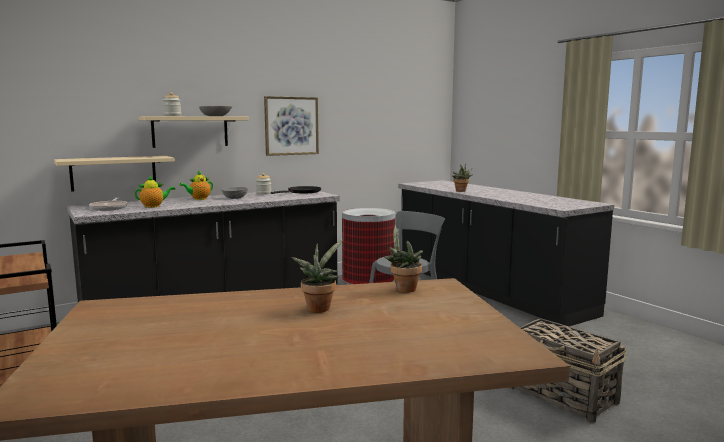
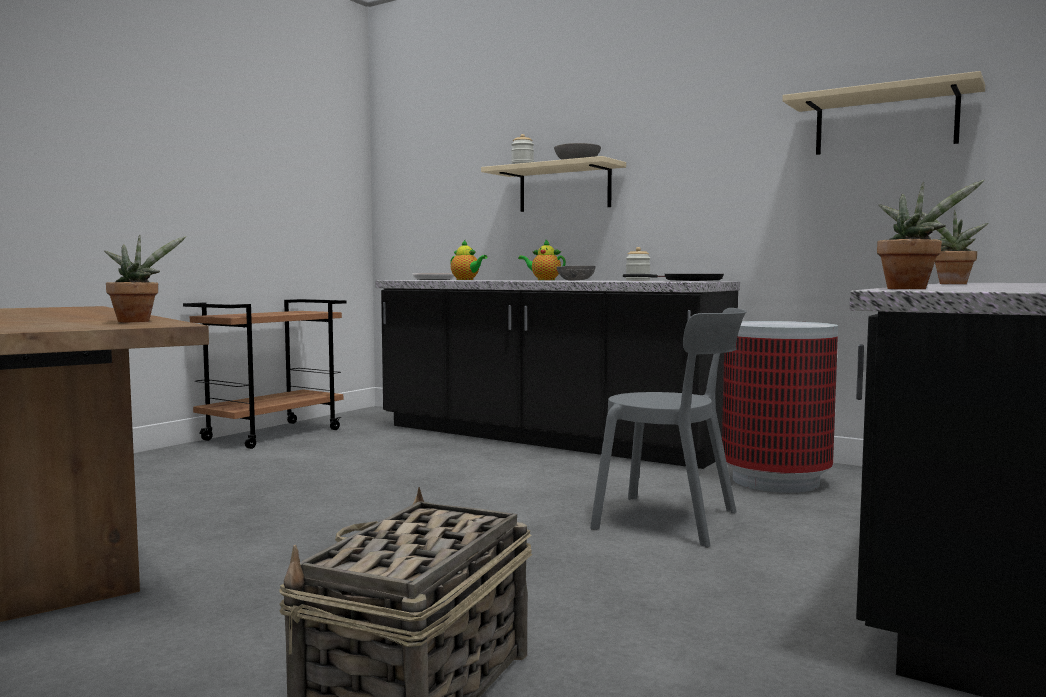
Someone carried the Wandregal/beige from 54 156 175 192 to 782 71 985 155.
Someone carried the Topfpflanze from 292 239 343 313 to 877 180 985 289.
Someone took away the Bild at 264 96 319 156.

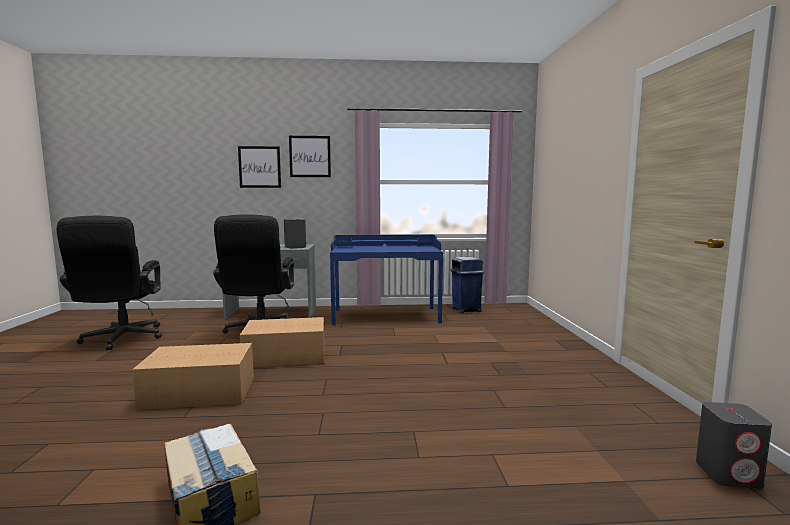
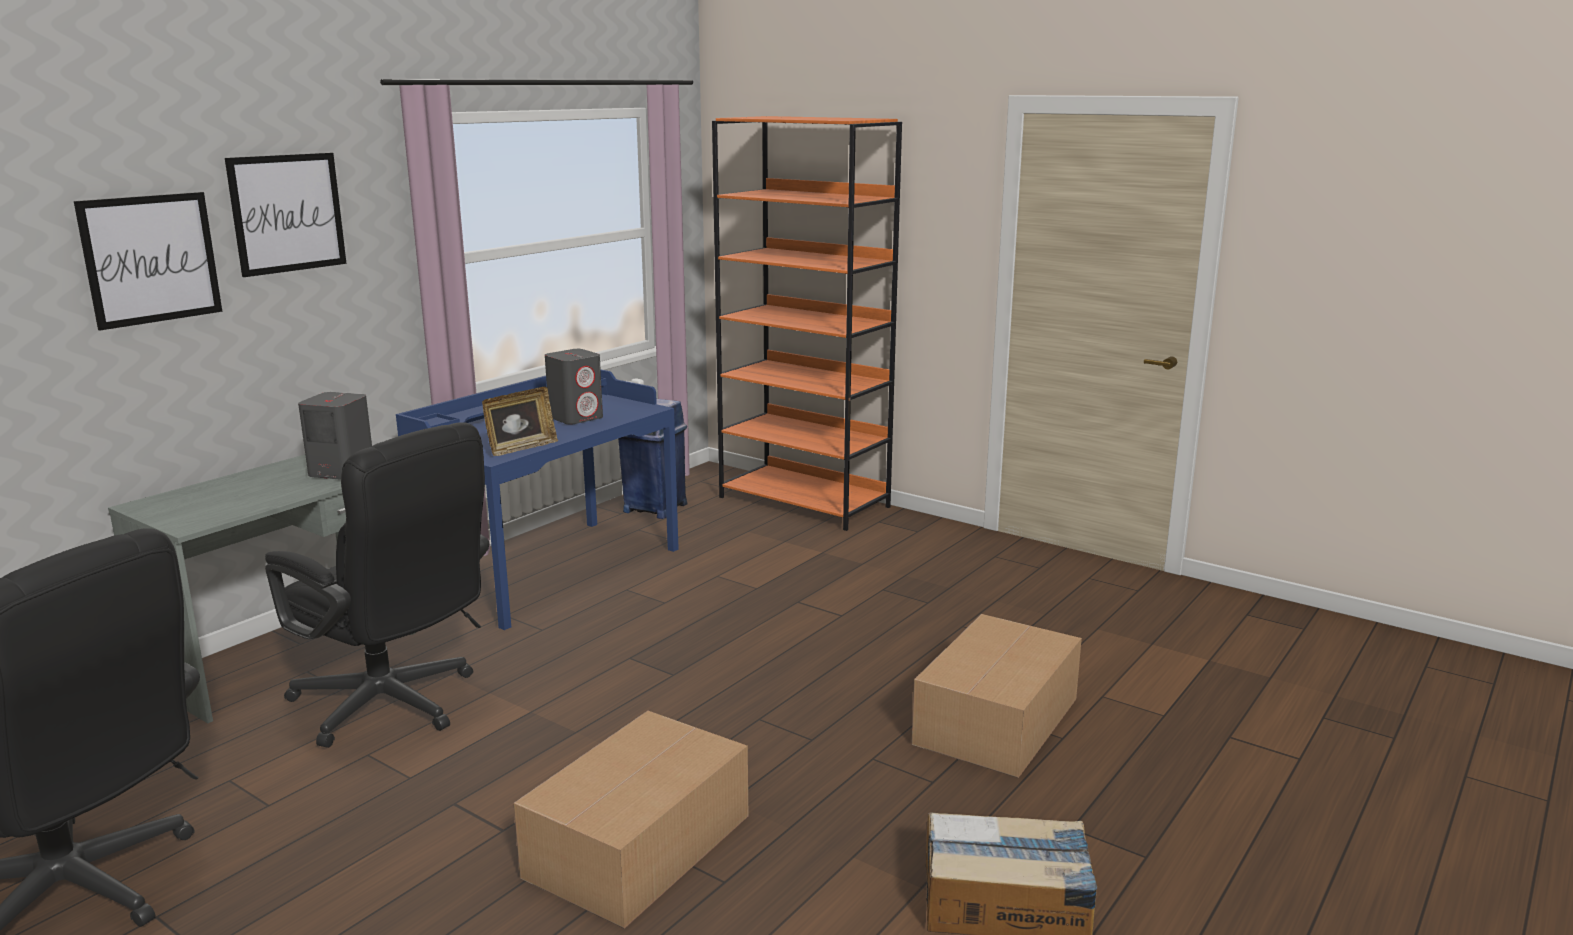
Someone put down the Bilderrahmen at 482 387 558 456.
Someone carried the Lautsprecher/grau from 696 402 772 489 to 545 349 603 425.
Someone put down the Bücherregal/orange at 712 116 902 531.
Someone carried the Karton from 240 317 325 367 to 912 614 1082 778.

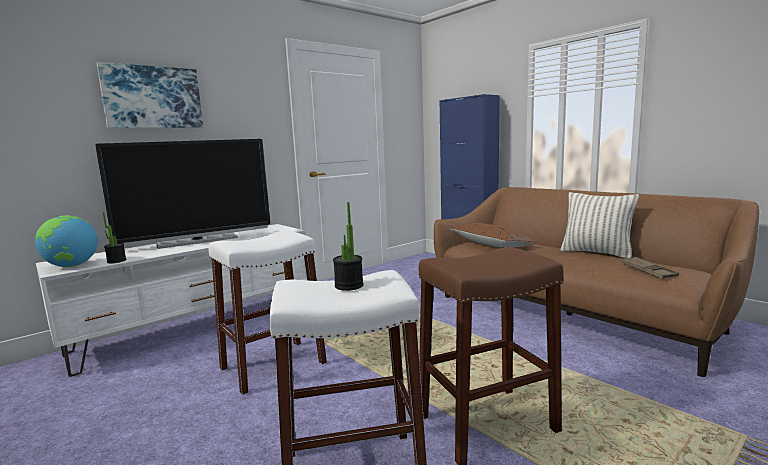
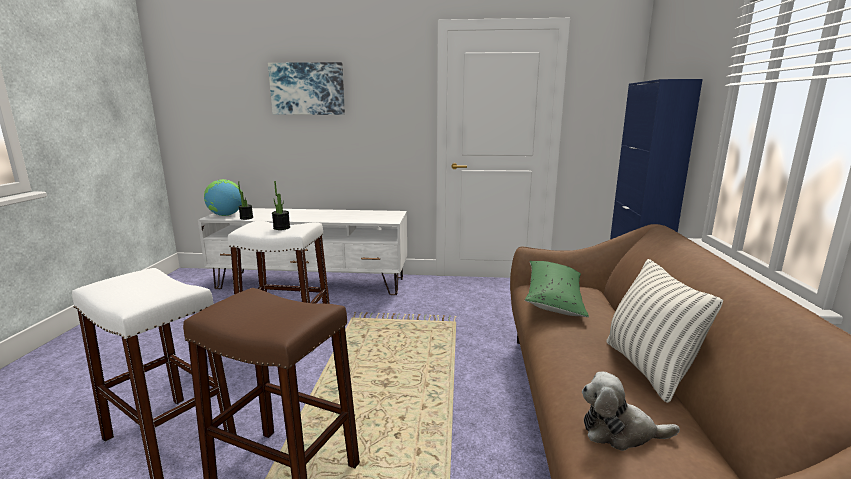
Someone carried the Topfpflanze from 333 202 363 291 to 272 181 290 230.
Someone repainted the Kissen/braun at 449 223 536 248, which became the Kissen/grün at 525 261 589 317.
Someone swapped the Tablett/braun at 620 257 679 279 for the Plüschtier at 582 372 680 451.
Someone took away the Fernseher at 95 139 270 249.

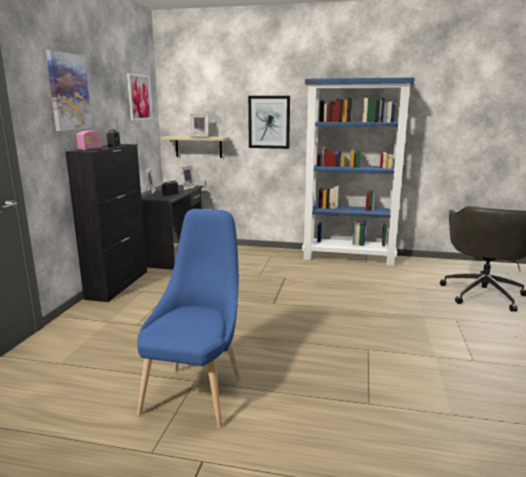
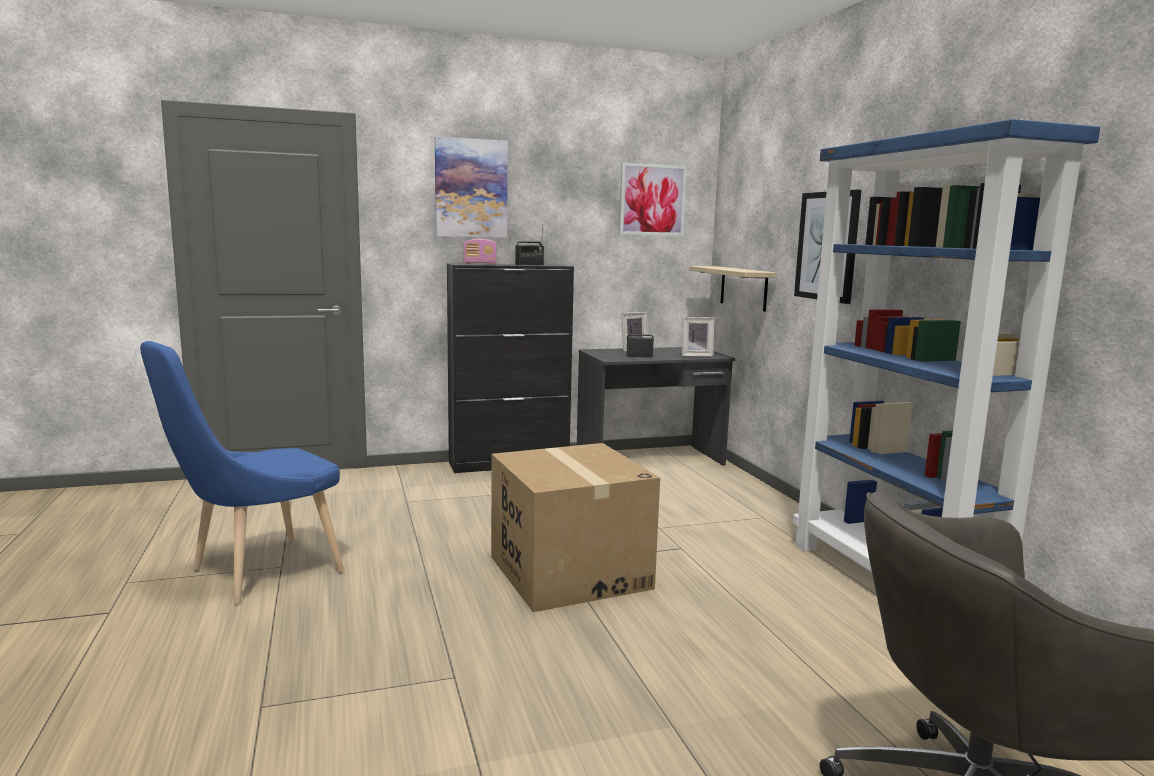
Someone rotated the Stuhl/blau at 137 209 240 428 by 150 degrees clockwise.
Someone put down the Karton at 491 443 660 612.
Someone took away the Bilderrahmen at 190 114 208 137.

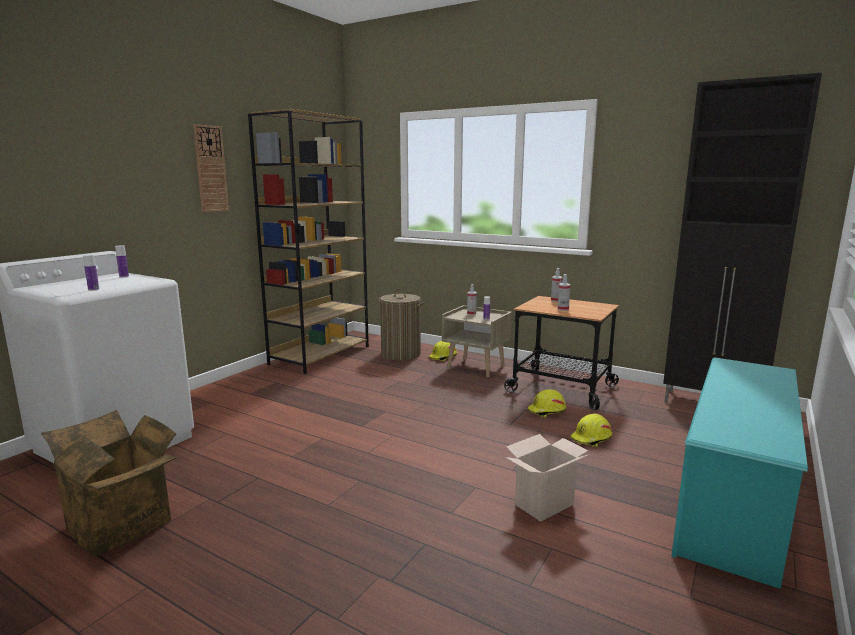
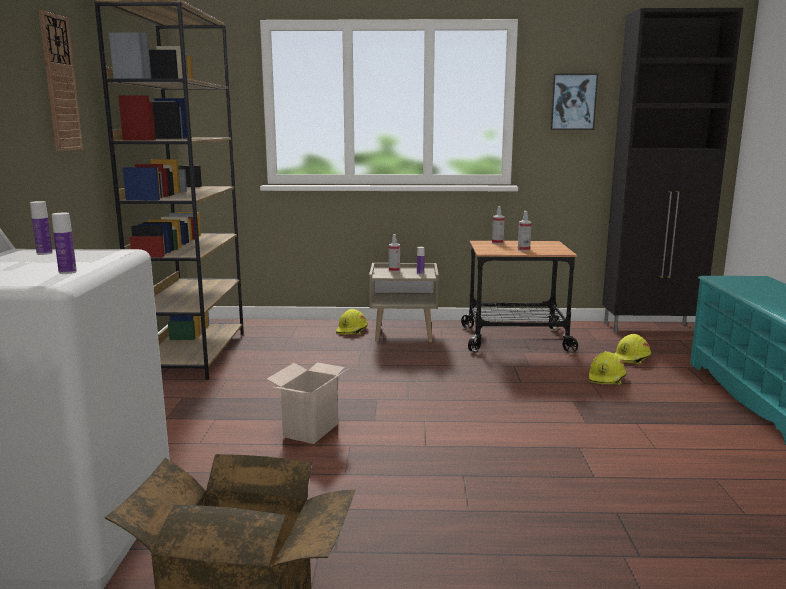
Someone carried the Karton from 505 434 588 522 to 267 363 349 444.
Someone put up the Bild at 550 73 598 130.
Someone carried the Schutzhelm/gelb from 528 389 566 418 to 614 334 651 364.
Someone took away the Wäschekorb at 378 288 424 361.

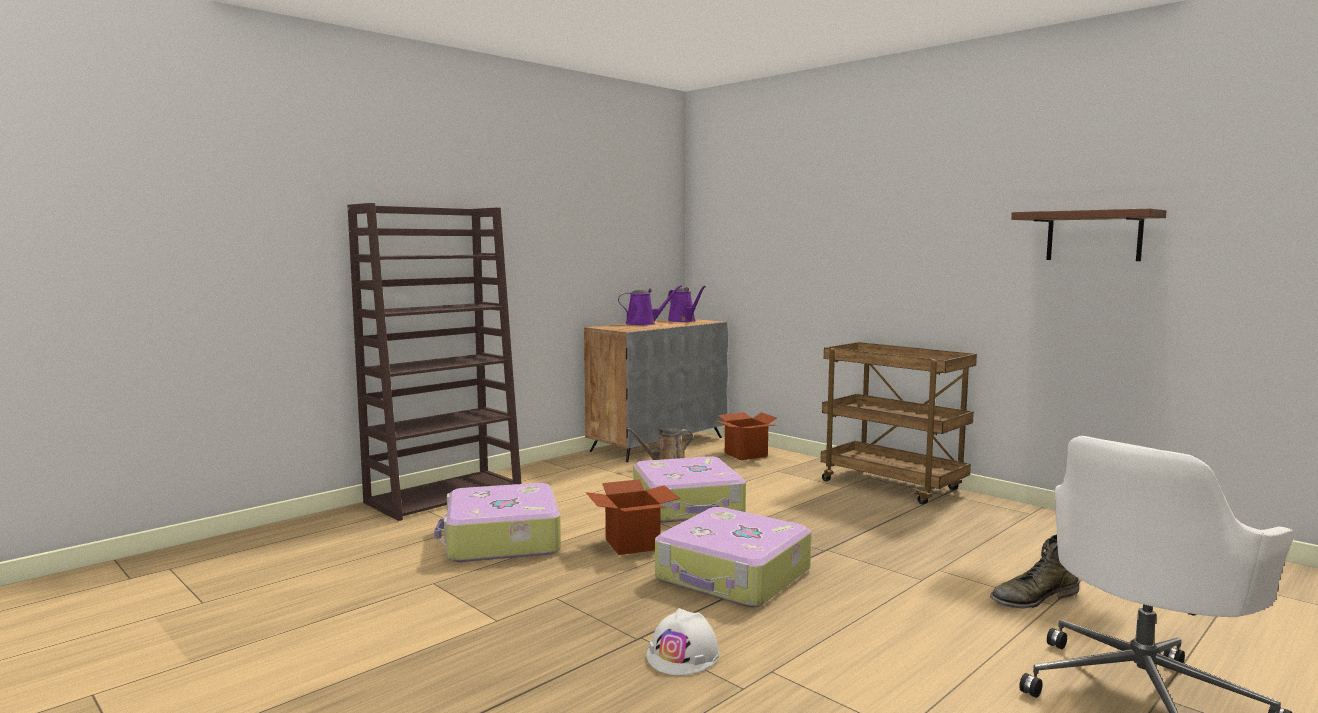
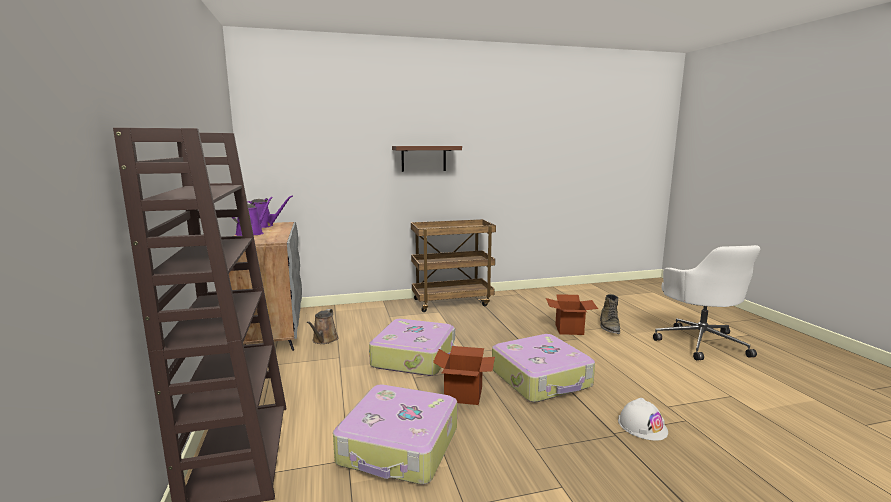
Someone carried the Wandregal/braun from 1011 208 1166 261 to 392 146 462 172.
Someone carried the Karton from 716 412 776 460 to 546 294 598 335.

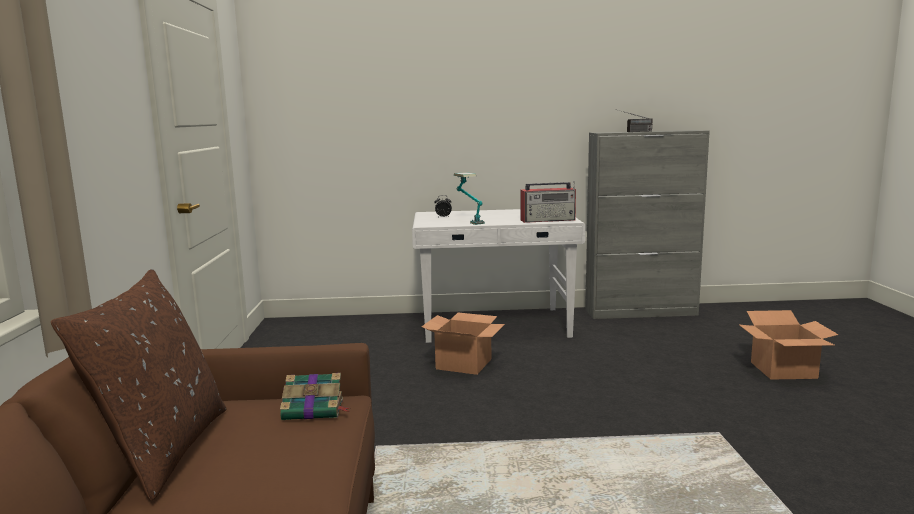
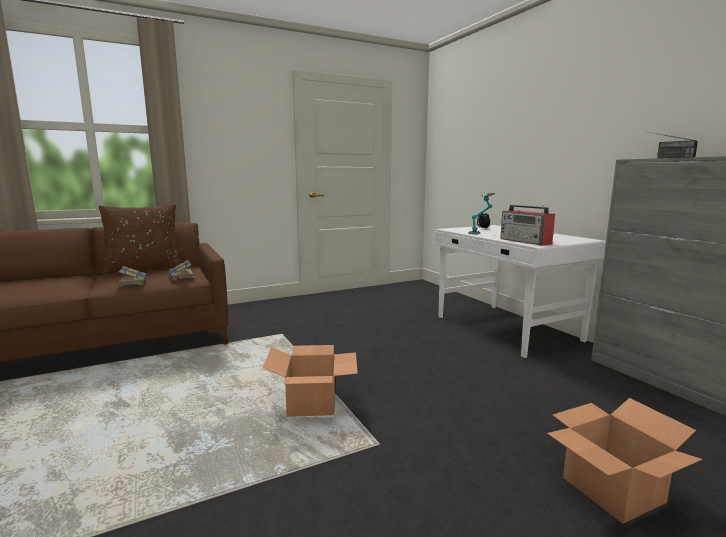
Someone put down the Buch at 118 266 147 287.
Someone carried the Karton from 422 313 505 375 to 263 345 358 417.

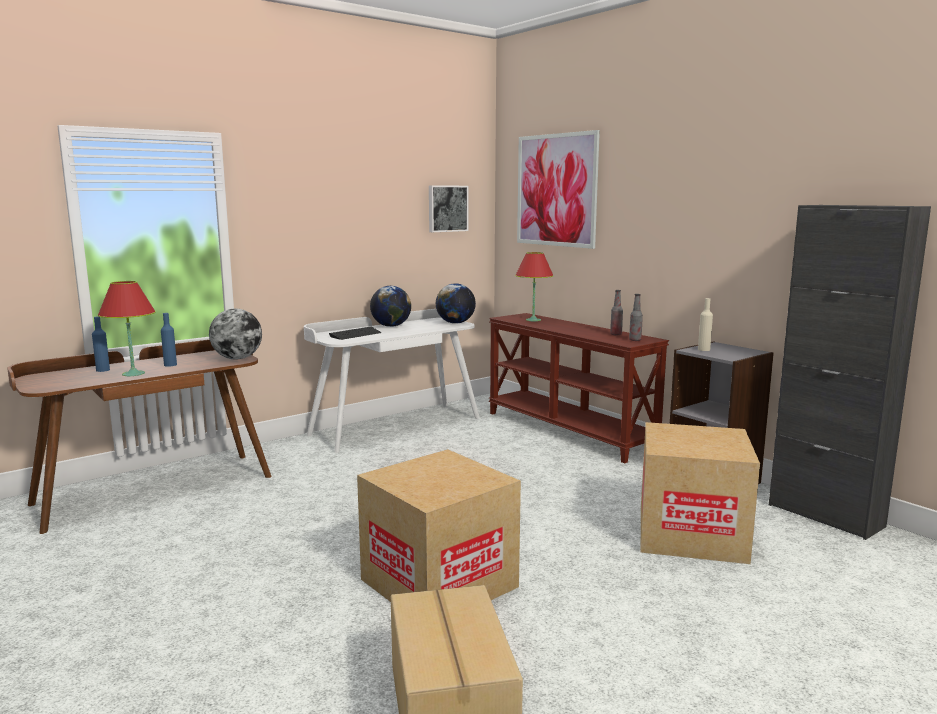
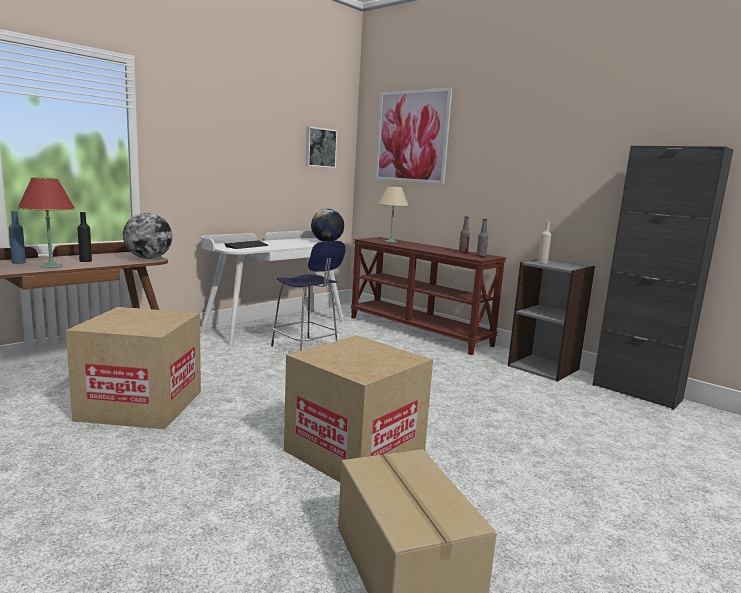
Someone carried the Karton from 641 422 760 564 to 66 307 201 429.
Someone repainted the Flasche/blau at 161 313 177 367, which became the Flasche/schwarz at 77 212 92 262.
Someone put down the Hocker/blau at 271 241 346 351.
Someone repainted the Tischlampe/rot at 515 252 554 321, which became the Tischlampe/beige at 378 186 409 242.
Someone took away the Globus at 370 286 411 327.

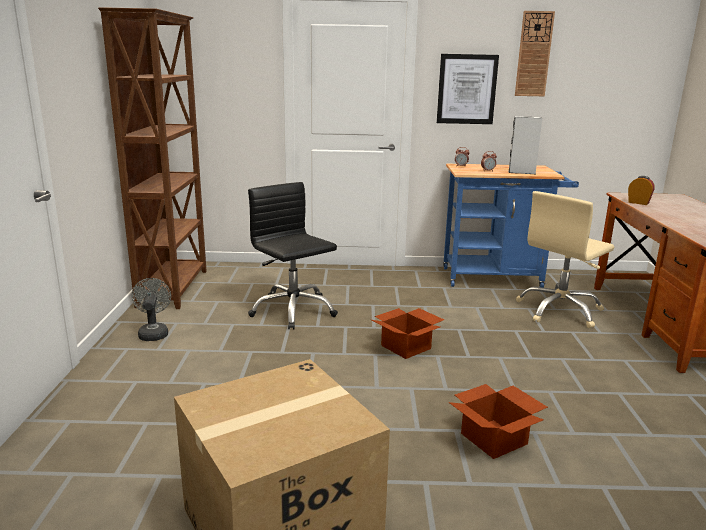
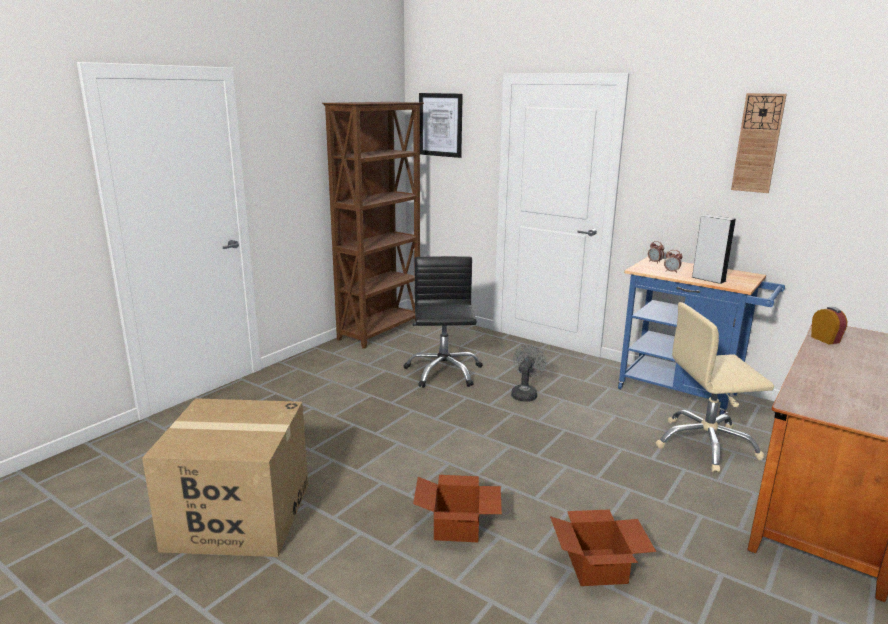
Someone carried the Bild from 437 54 499 124 to 419 93 463 158.
Someone carried the Ventilator/grau from 131 278 171 341 to 511 345 546 402.
Someone carried the Karton from 372 308 444 359 to 550 509 656 586.

